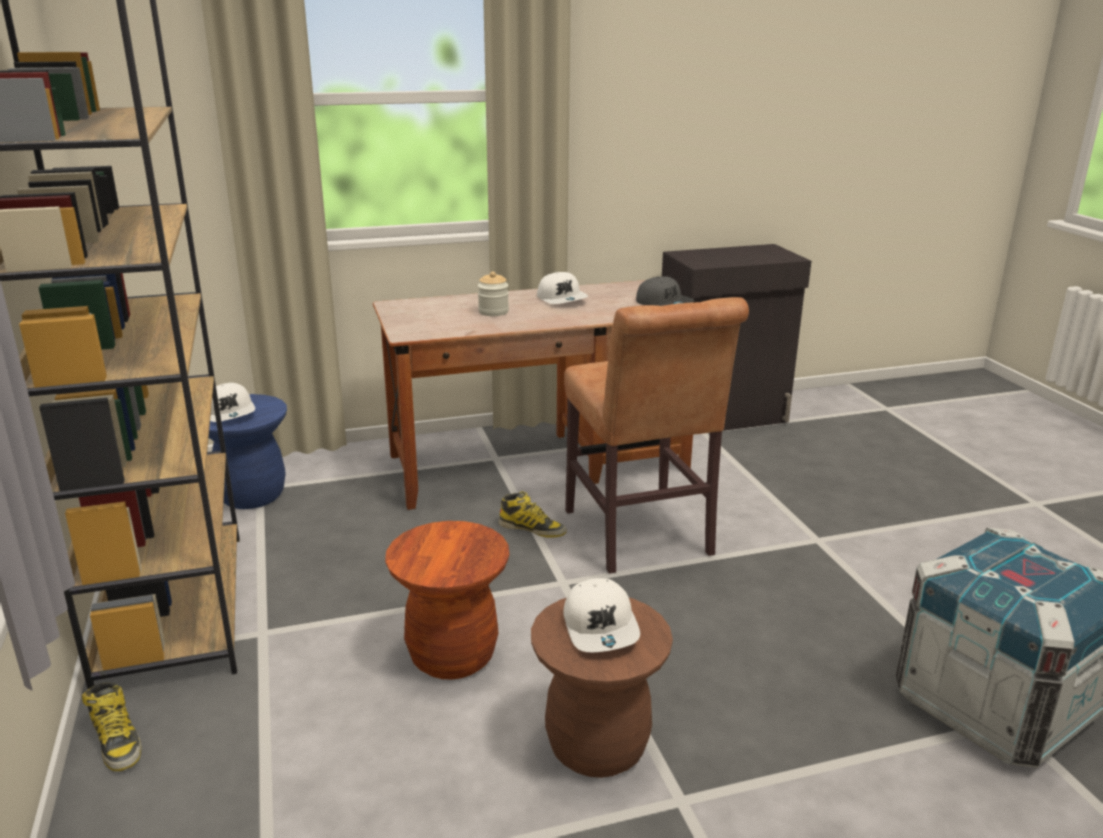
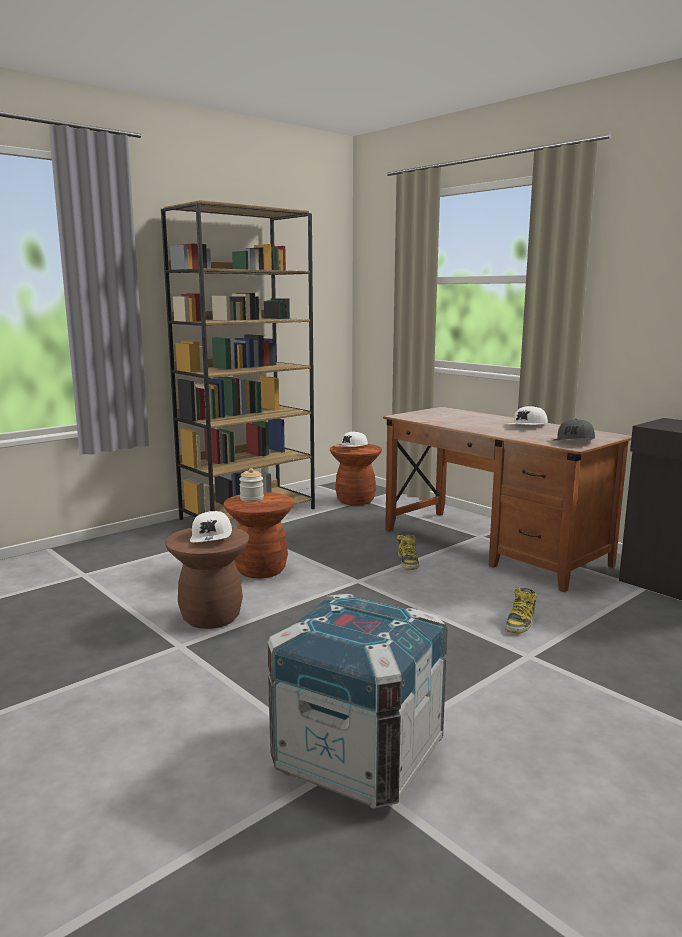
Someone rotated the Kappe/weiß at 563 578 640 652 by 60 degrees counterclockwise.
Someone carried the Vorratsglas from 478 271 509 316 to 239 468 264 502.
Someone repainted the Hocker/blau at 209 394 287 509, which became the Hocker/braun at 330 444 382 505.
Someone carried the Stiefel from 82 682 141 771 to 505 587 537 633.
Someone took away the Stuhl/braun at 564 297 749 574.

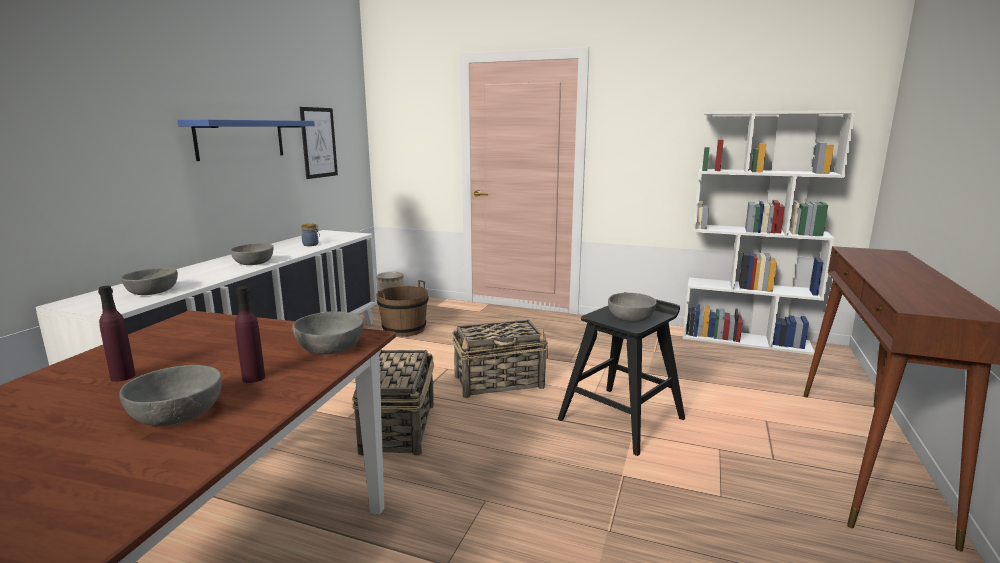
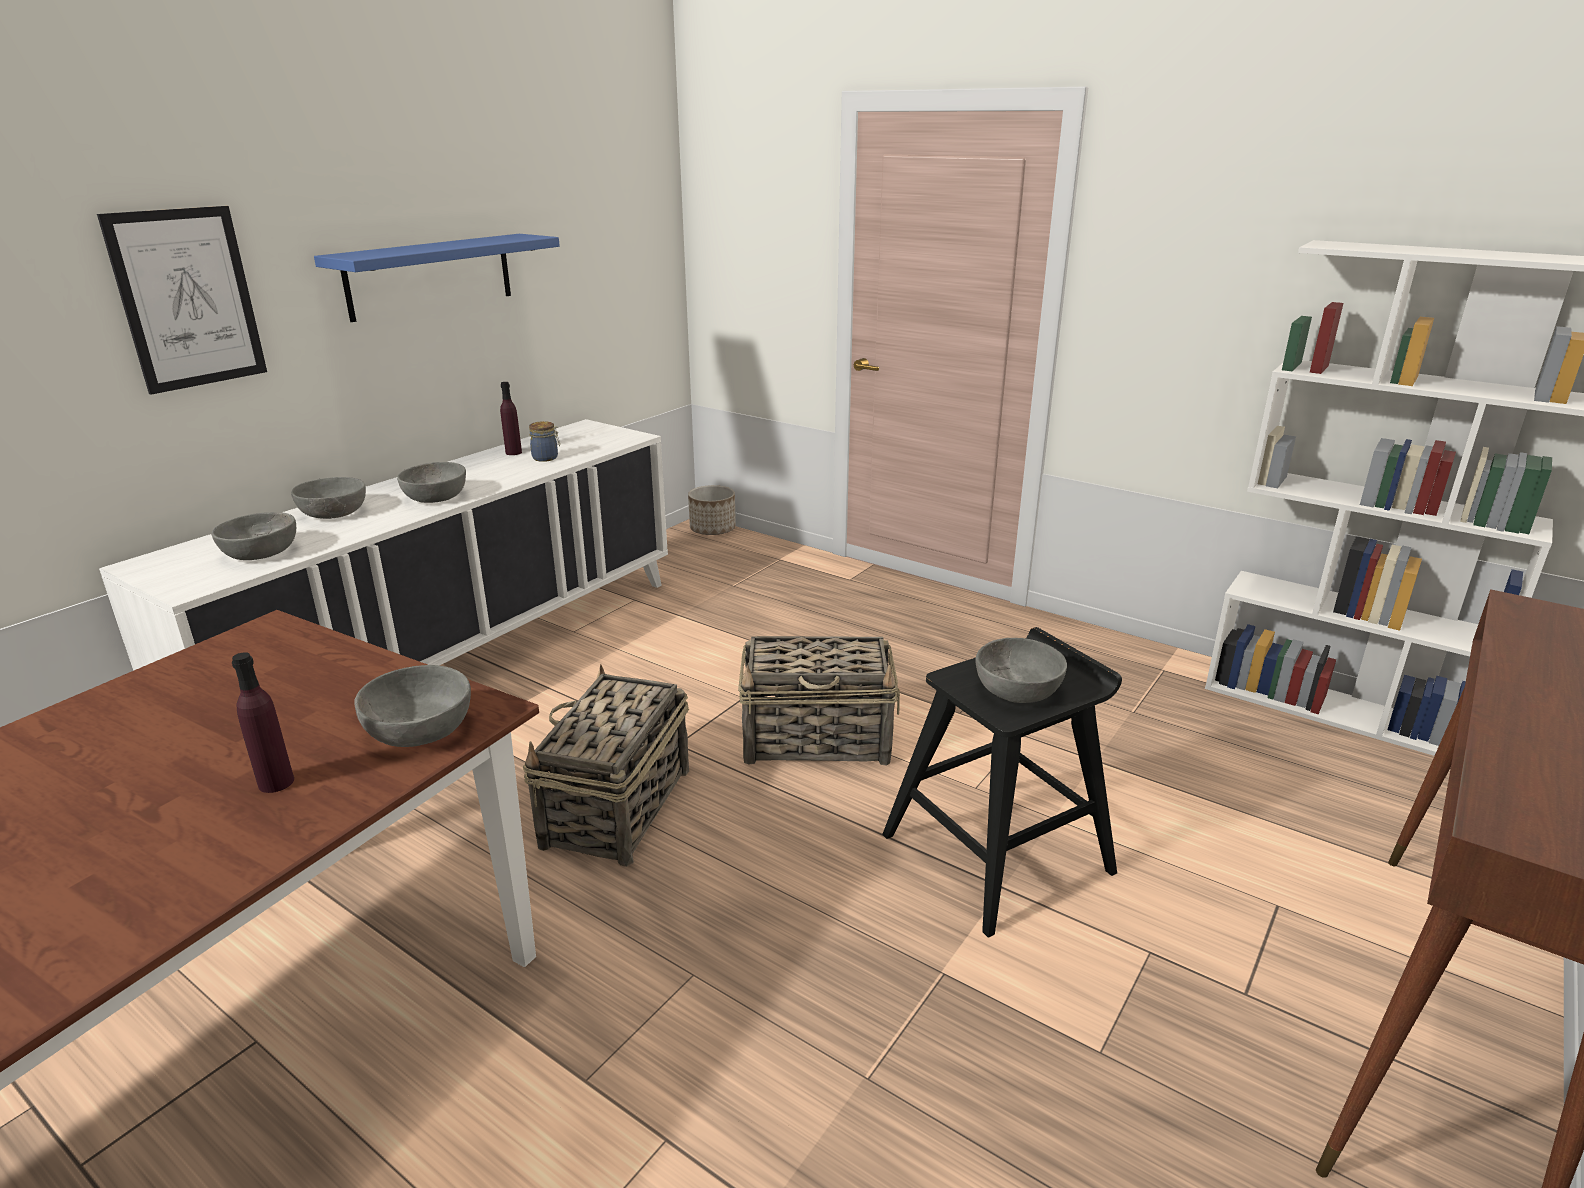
Someone carried the Bild from 300 107 338 179 to 97 206 267 395.
Someone carried the Schüssel/grau from 119 365 222 426 to 291 477 366 519.
Someone carried the Flasche/lila from 98 286 136 382 to 500 382 522 455.
Someone took away the Eimer/braun at 376 280 429 337.

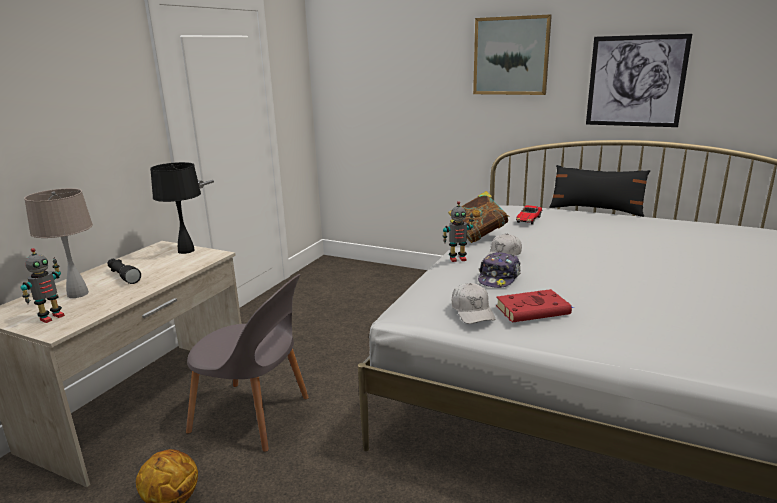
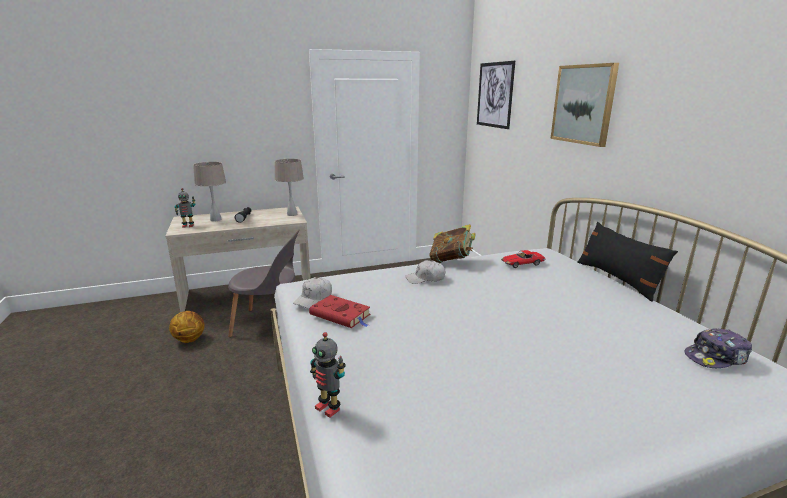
Someone rotated the Stuhl/grau at 186 274 309 452 by 60 degrees counterclockwise.
Someone repainted the Tischlampe/schwarz at 150 162 201 254, which became the Tischlampe/beige at 275 159 304 216.
Someone carried the Spielzeugroboter from 443 201 474 262 to 310 332 346 418.
Someone carried the Bild from 586 34 692 127 to 477 61 515 129.
Someone carried the Kappe from 478 251 521 288 to 685 328 752 368.

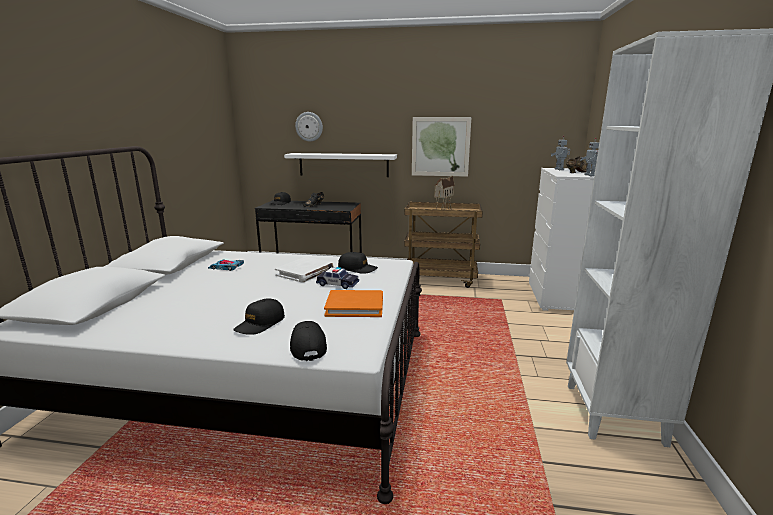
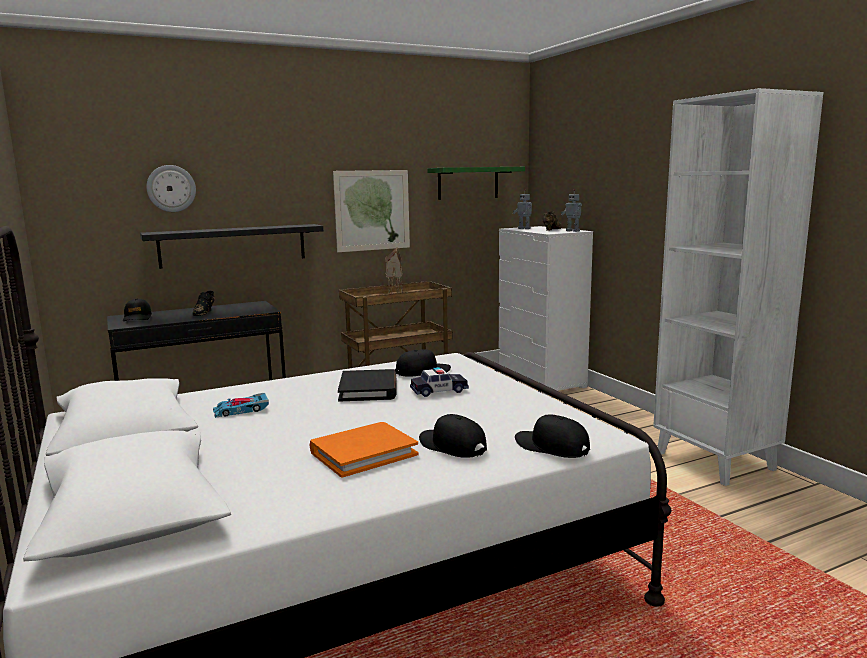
Someone repainted the Wandregal/weiß at 284 153 397 177, which became the Wandregal/schwarz at 140 224 323 269.
Someone carried the Buch/orange from 324 290 383 317 to 310 422 419 478.
Someone repainted the Buch/weiß at 275 257 333 282, which became the Buch/schwarz at 338 369 397 402.
Someone rotated the Kappe/schwarz at 233 298 285 335 by 135 degrees clockwise.
Someone put up the Wandregal/grün at 427 167 525 200.

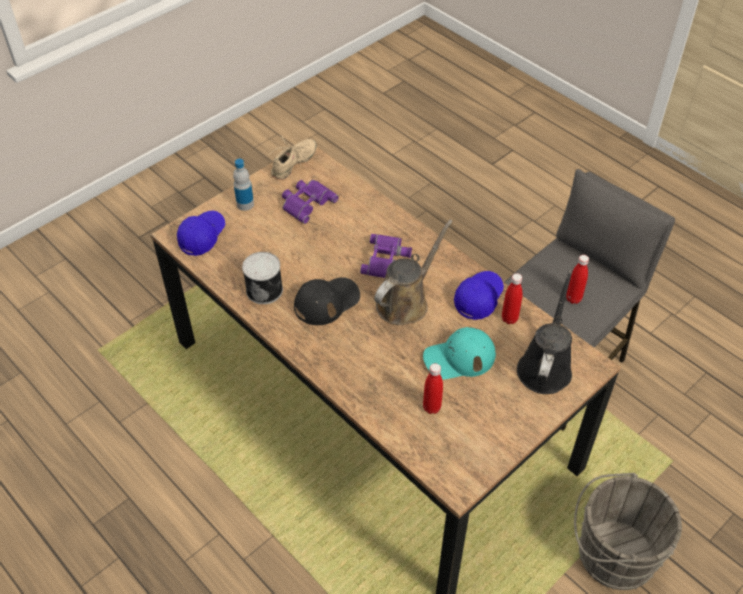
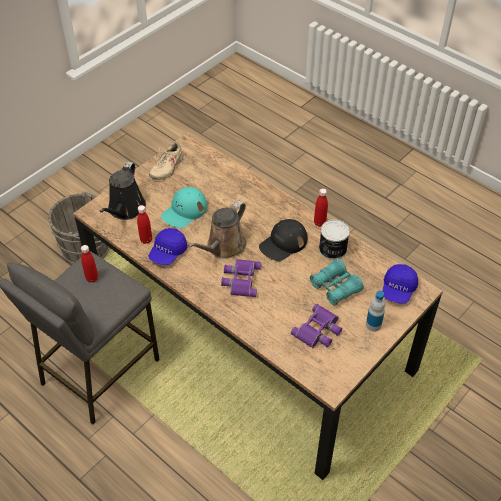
Someone carried the Schuh/beige from 268 136 317 180 to 149 141 184 180.
Someone rotated the Kappe/türkis at 423 327 496 380 by 150 degrees clockwise.
Someone put down the Fernglas/türkis at 310 259 364 306.
Someone carried the Flasche/rot from 423 363 443 414 to 314 188 328 227.

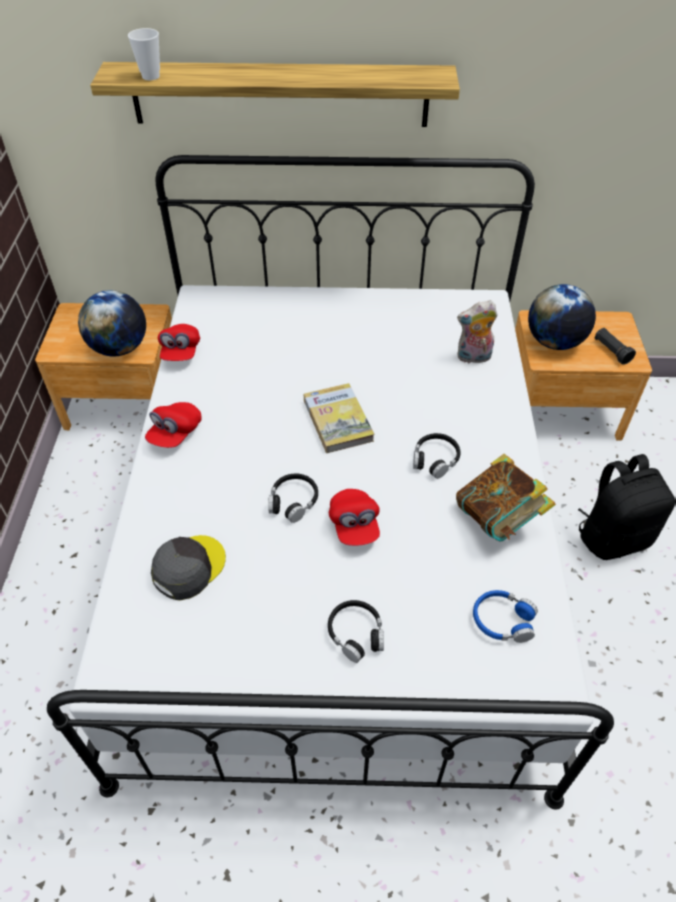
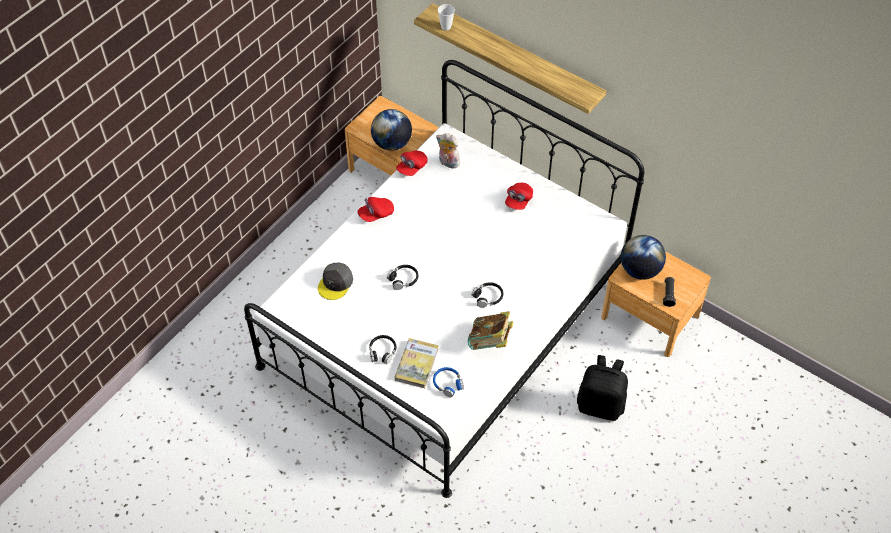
Someone rotated the Kappe/grau at 151 535 226 600 by 135 degrees clockwise.
Someone carried the Buch from 304 383 374 453 to 395 338 439 388.
Someone carried the Plüschtier from 457 300 498 363 to 436 133 460 169.
Someone carried the Kappe/rot from 329 489 380 546 to 505 183 533 210.

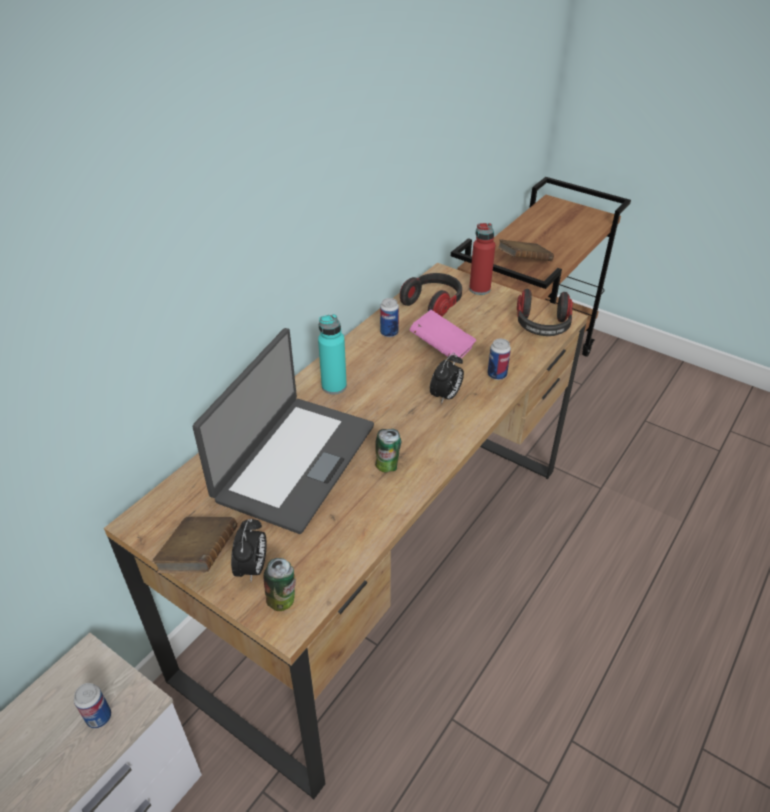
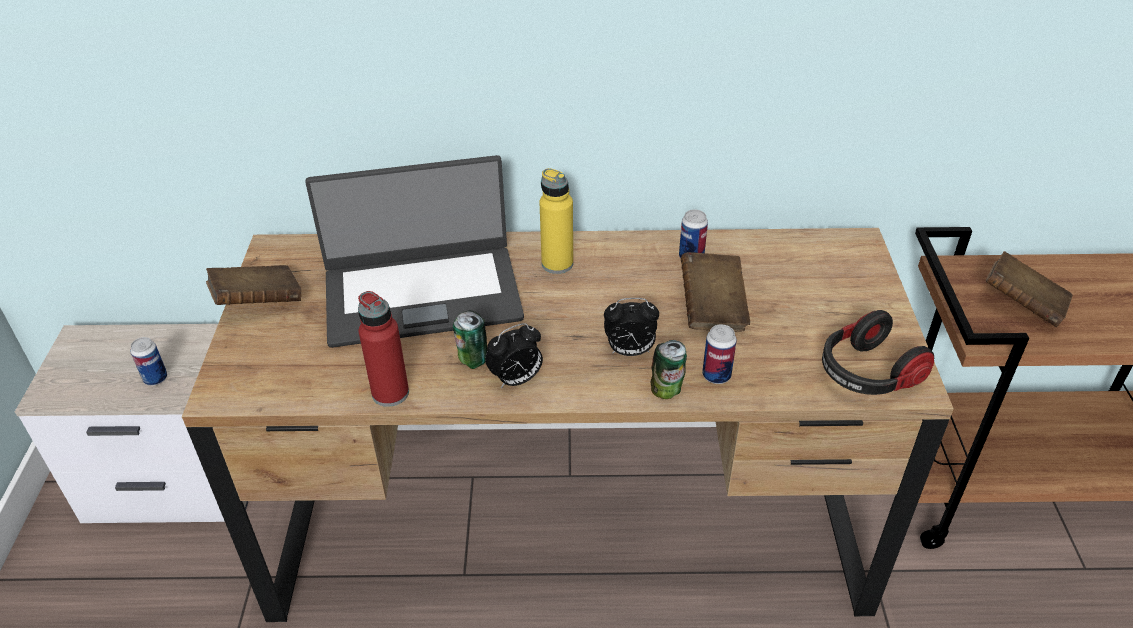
Someone carried the Flasche/rot from 469 223 496 295 to 358 291 409 407.
Someone carried the Wecker from 231 519 267 582 to 485 323 543 388.
Someone repainted the Flasche/türkis at 318 314 347 394, which became the Flasche/gelb at 539 168 573 274.
Someone carried the Dose from 264 558 296 611 to 650 340 687 399.
Someone repainted the Buch/rosa at 409 310 476 358, which became the Buch/braun at 681 252 750 332.
Someone took away the Kopfhörer at 400 273 462 317.

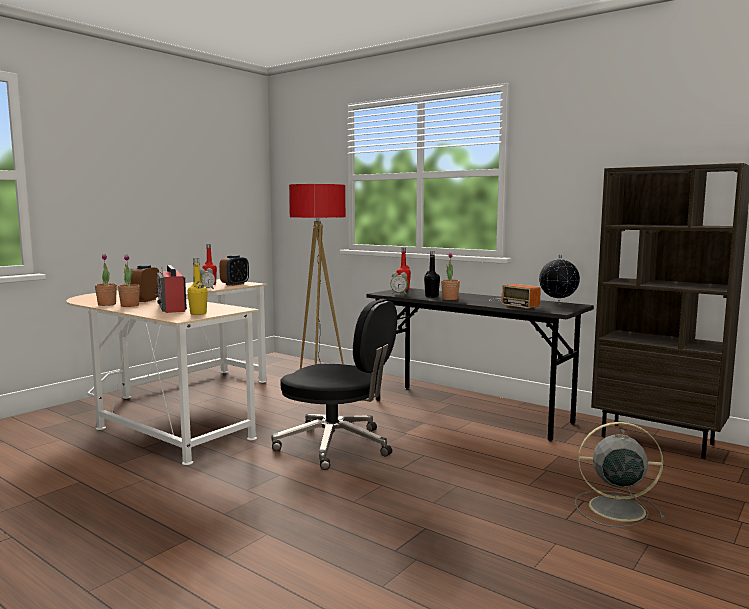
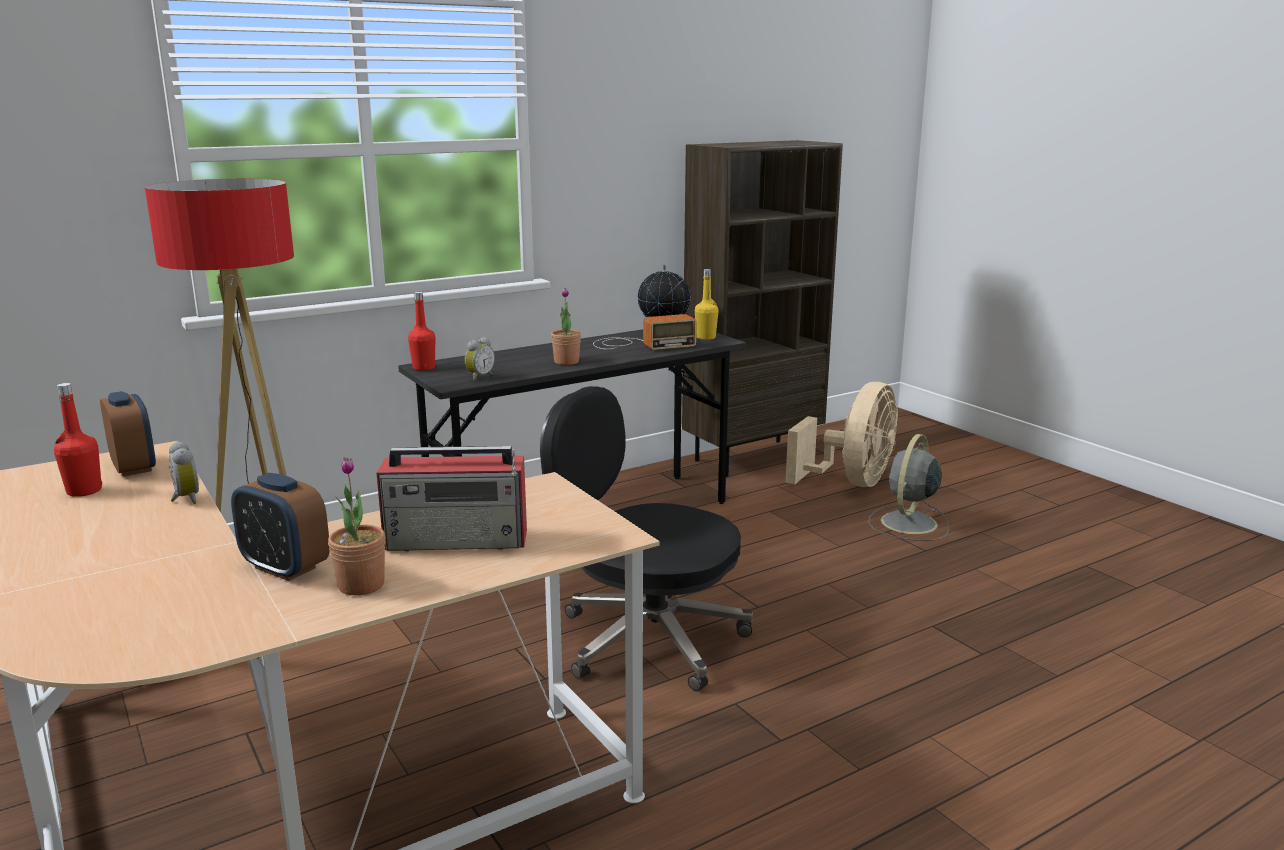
Someone rotated the Bürostuhl/schwarz at 271 299 397 470 by 105 degrees counterclockwise.
Someone carried the Flasche/gelb from 187 258 208 315 to 695 269 718 340.
Someone put down the Ventilator/beige at 786 382 898 487.
Someone took away the Topfpflanze at 95 254 117 306.
Someone took away the Flasche/schwarz at 424 251 440 298.

